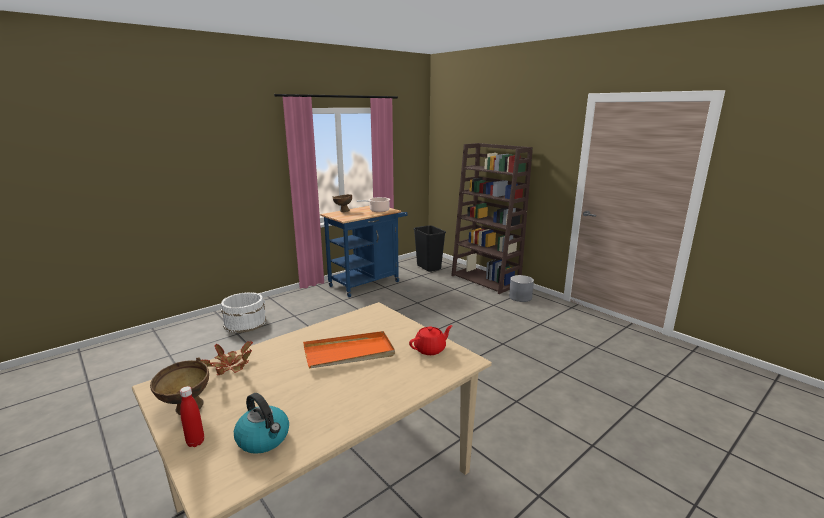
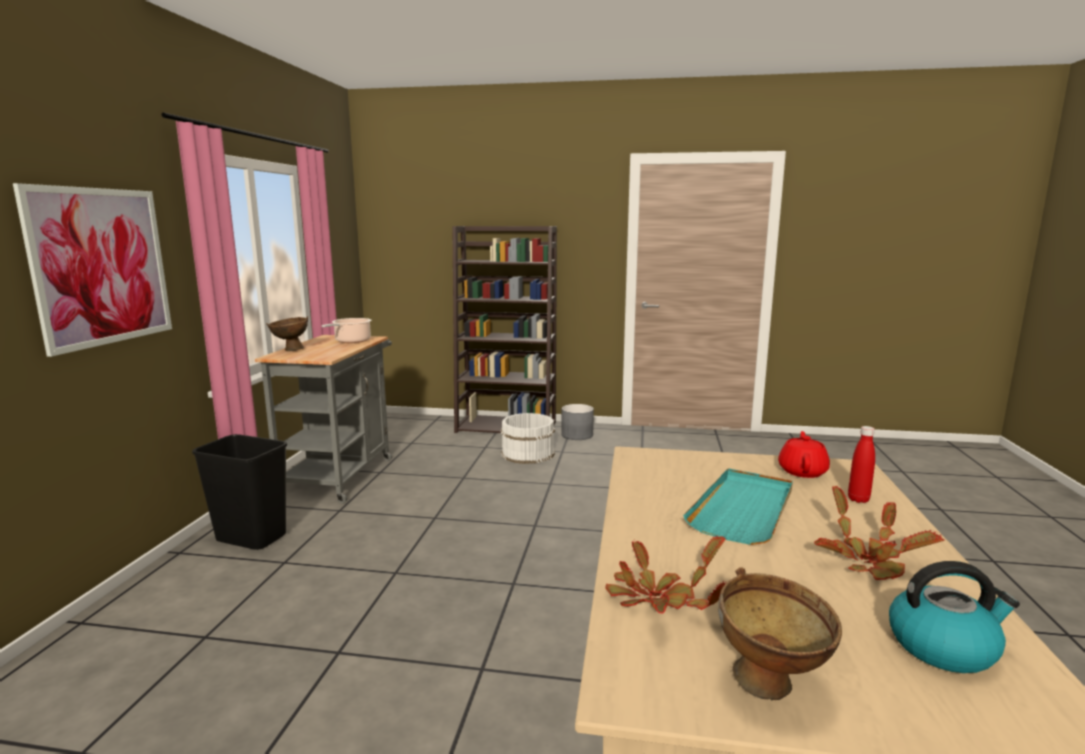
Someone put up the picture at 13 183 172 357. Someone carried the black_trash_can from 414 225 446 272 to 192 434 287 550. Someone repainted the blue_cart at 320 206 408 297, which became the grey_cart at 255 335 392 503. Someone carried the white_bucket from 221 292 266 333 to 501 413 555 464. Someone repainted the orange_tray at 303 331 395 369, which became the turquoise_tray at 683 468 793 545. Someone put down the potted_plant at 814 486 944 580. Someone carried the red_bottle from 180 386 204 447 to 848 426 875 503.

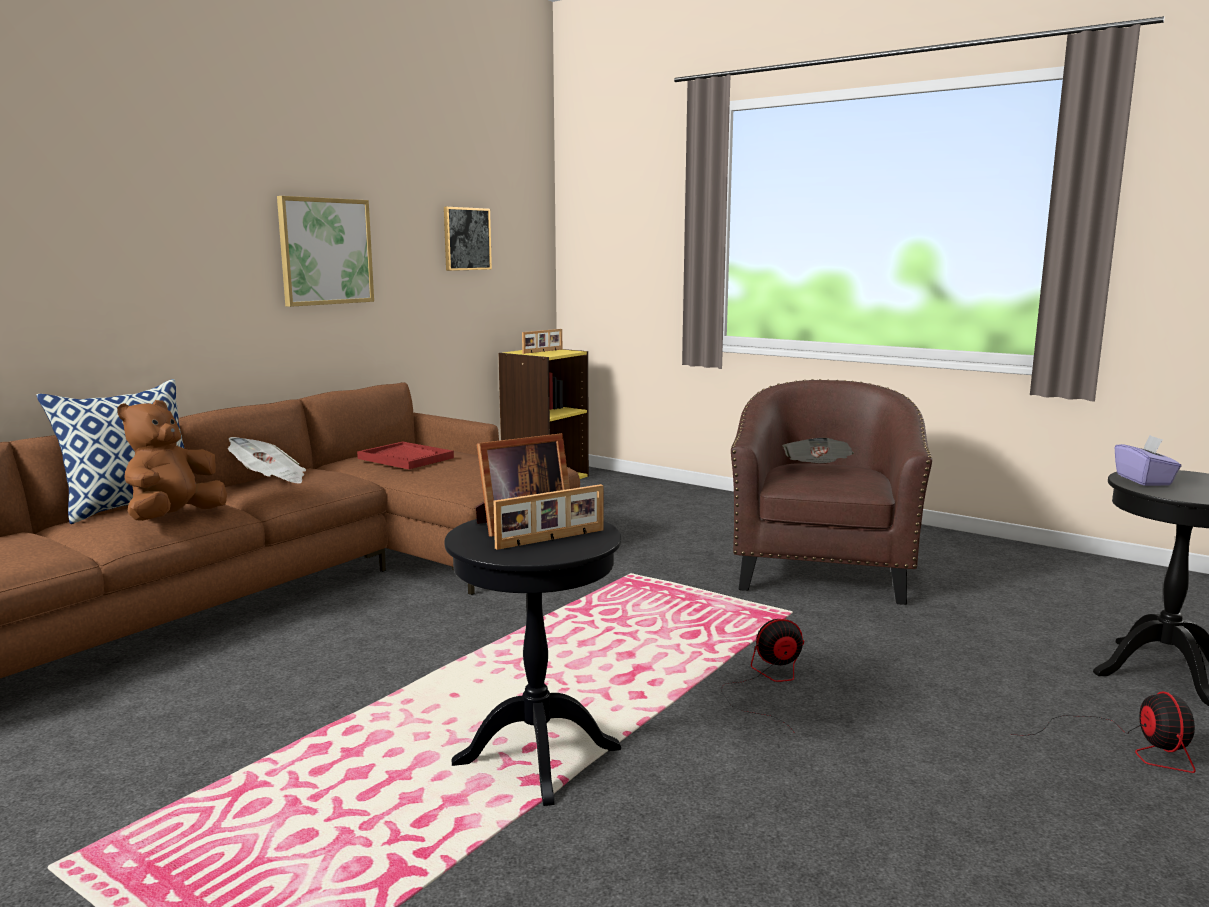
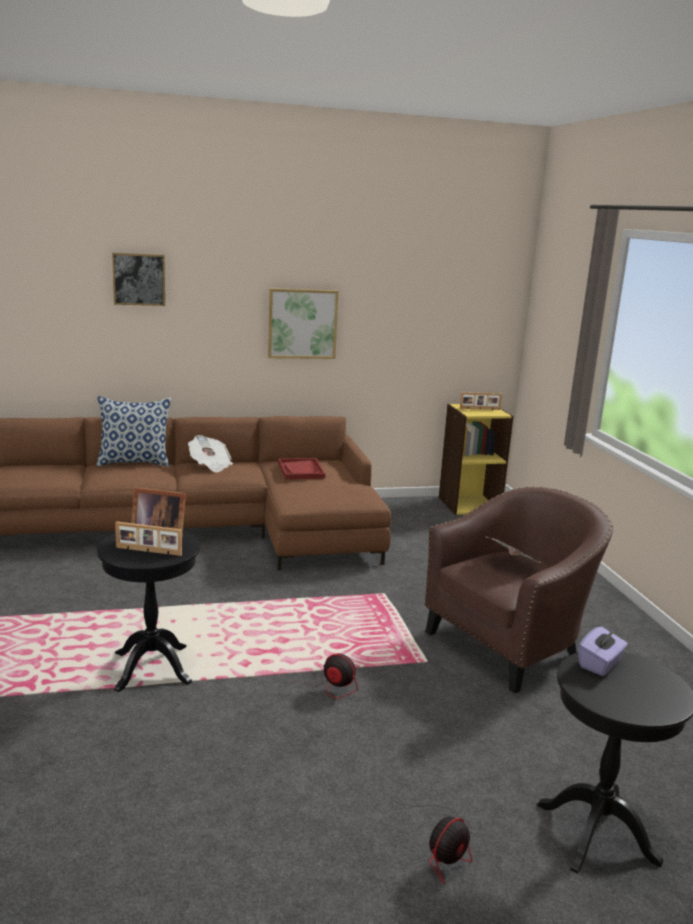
Someone carried the picture from 444 207 492 271 to 112 253 165 306. Someone took away the brown_plush_toy at 117 400 227 521.

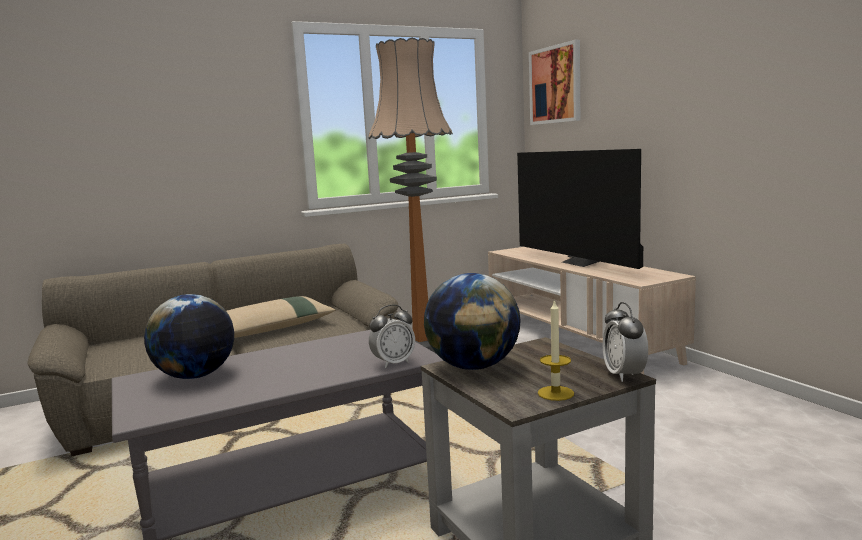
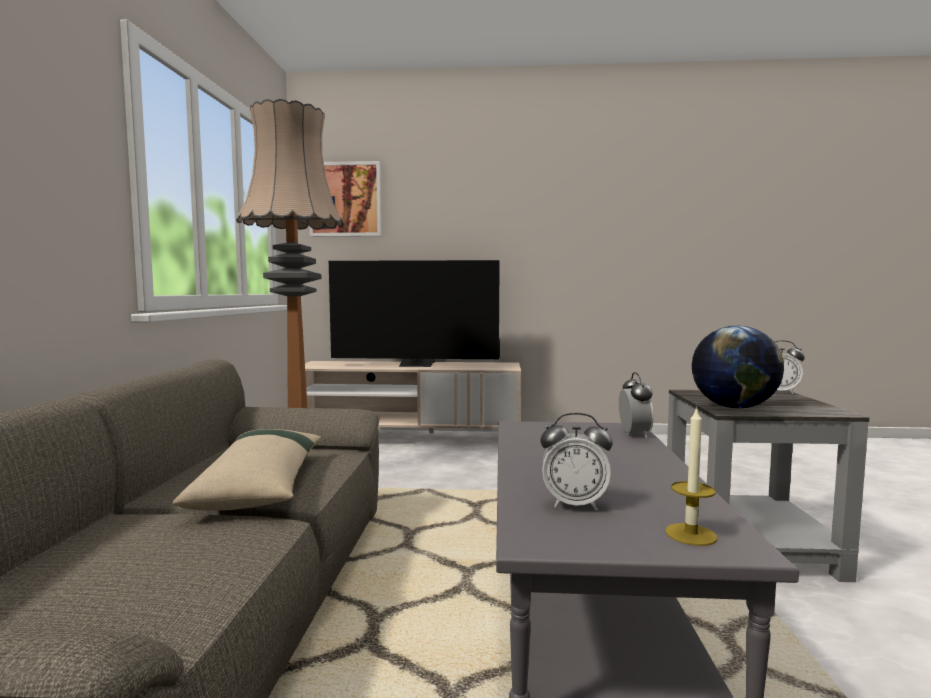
Someone swapped the globe at 144 294 234 379 for the alarm_clock at 540 413 613 510. Someone carried the candle from 538 299 574 401 to 665 406 717 546.

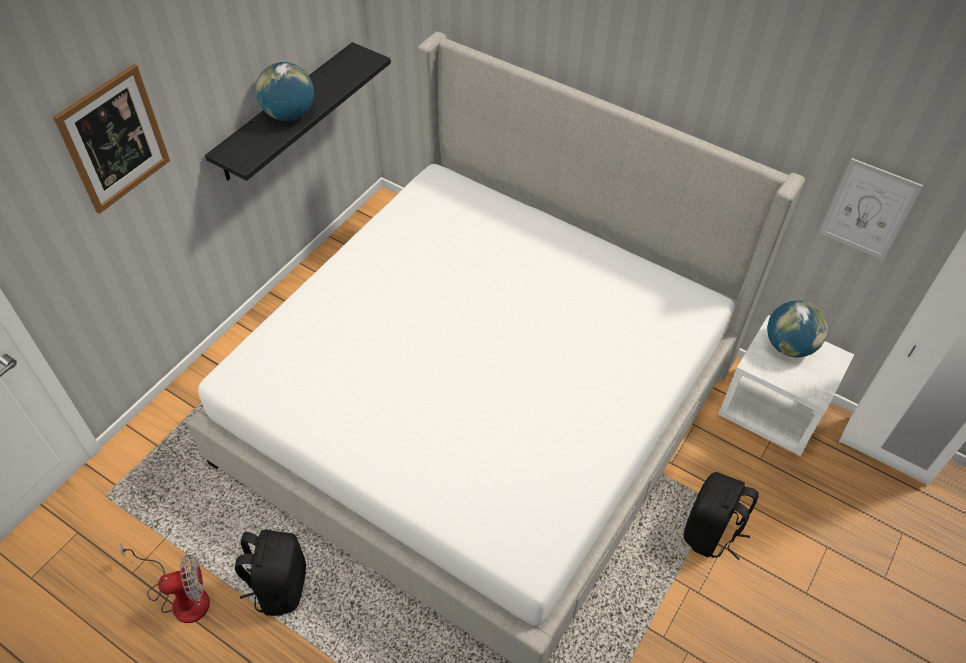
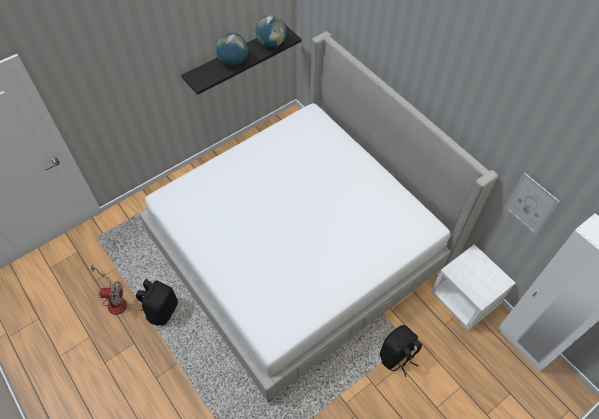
Someone carried the globe from 767 301 828 358 to 256 15 287 48. Someone took away the picture at 53 64 170 214.

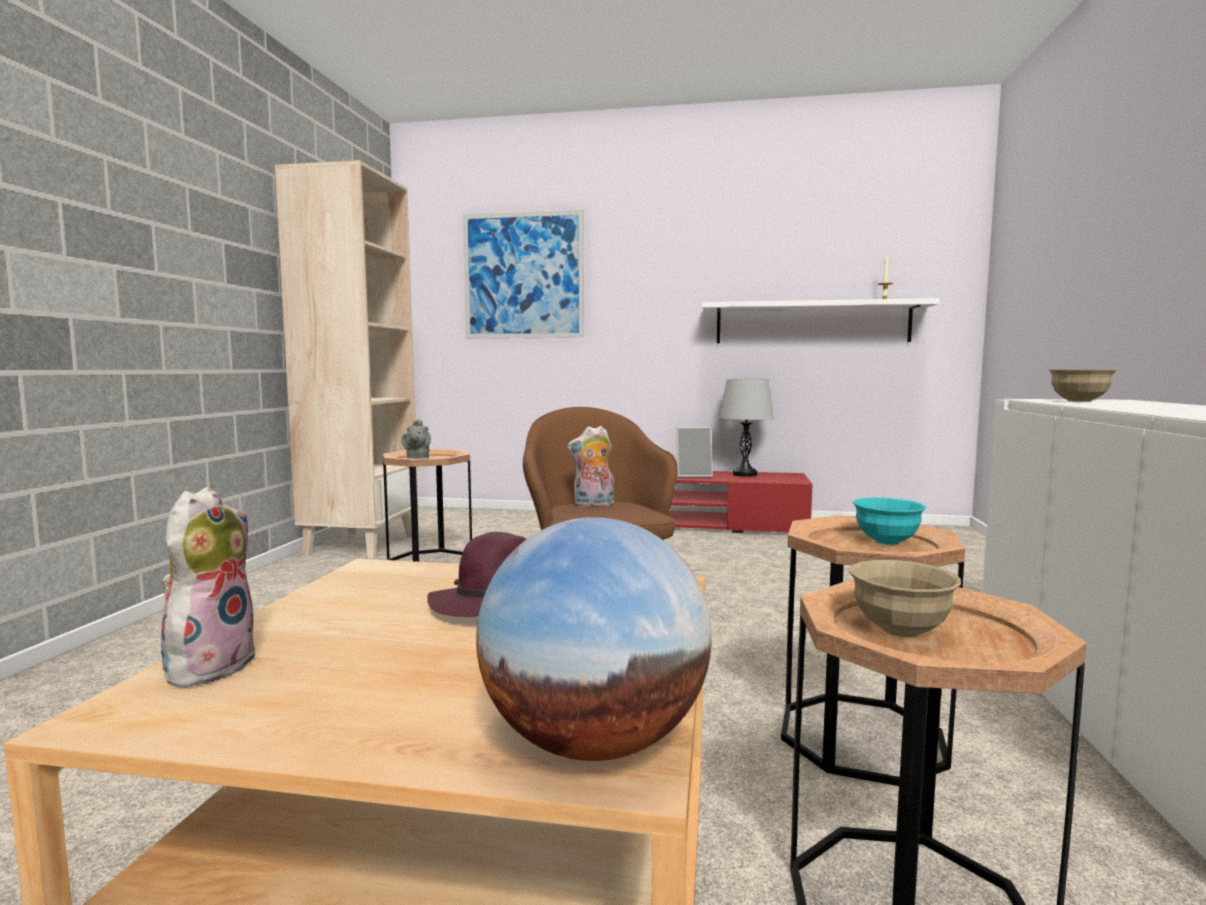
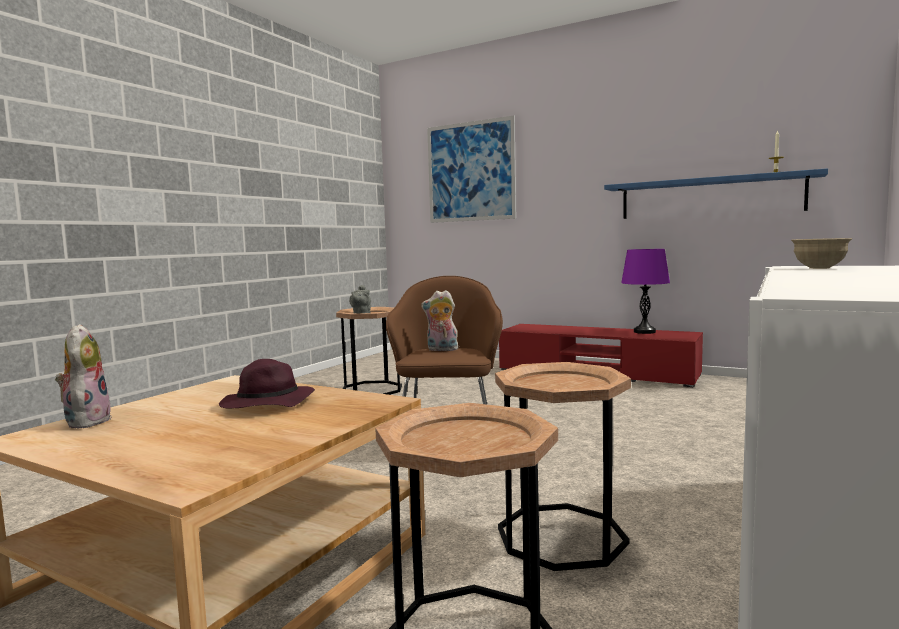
Someone rotated the plush_toy at 161 487 258 688 by 45 degrees counterclockwise. Someone repainted the white_shelf at 702 298 939 343, which became the blue_shelf at 604 168 828 219. Someone repainted the grey_table_lamp at 720 379 774 477, which became the purple_table_lamp at 621 249 670 334. Someone took away the beige_bookcase at 275 160 418 558. Someone took away the globe at 476 517 712 761. Someone took away the picture_frame at 676 427 713 477. Someone took away the beige_bowl at 849 560 961 637. Someone took away the turquoise_bowl at 852 498 927 545.

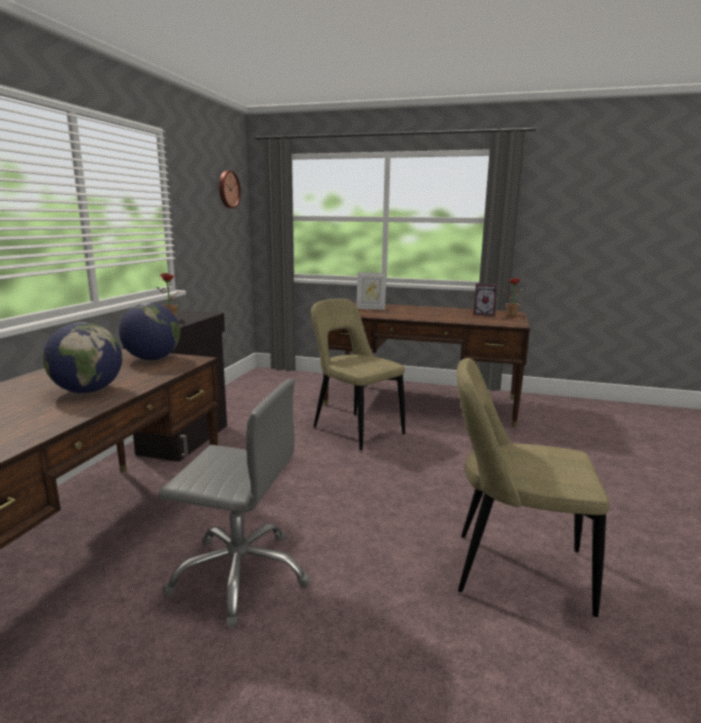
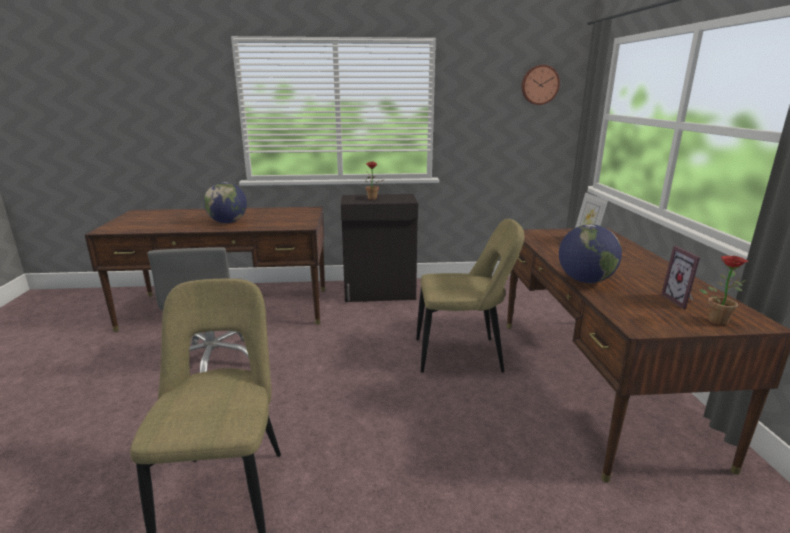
Someone rotated the beige_chair at 311 298 405 451 by 60 degrees clockwise. Someone carried the globe from 119 303 180 360 to 559 224 622 283.

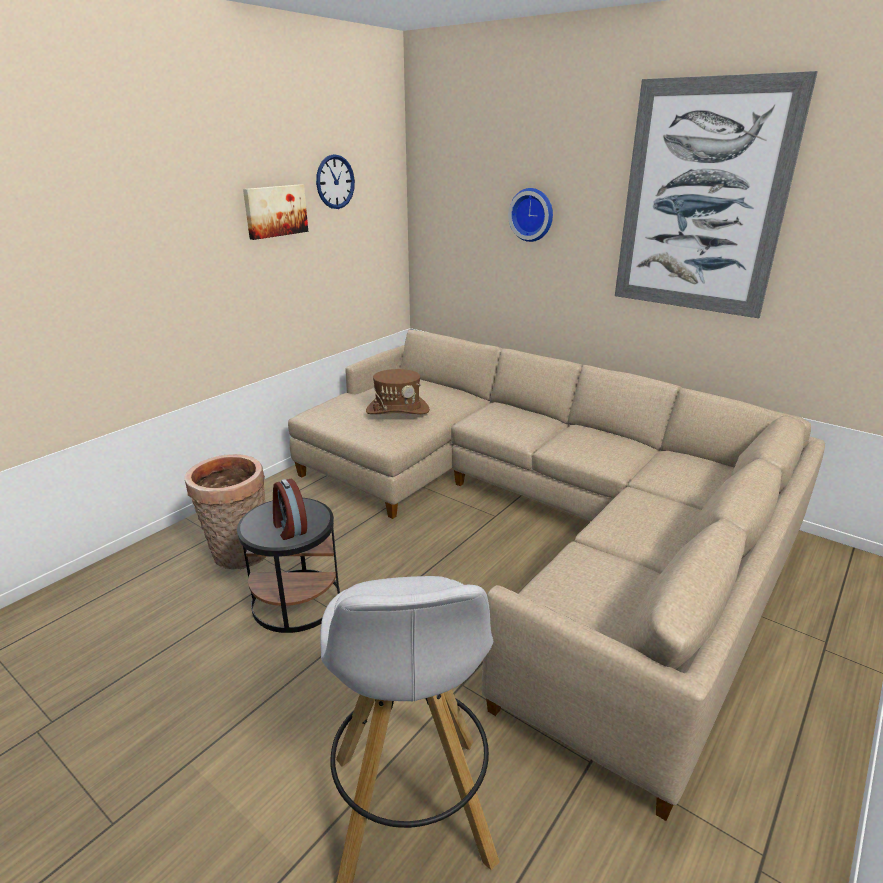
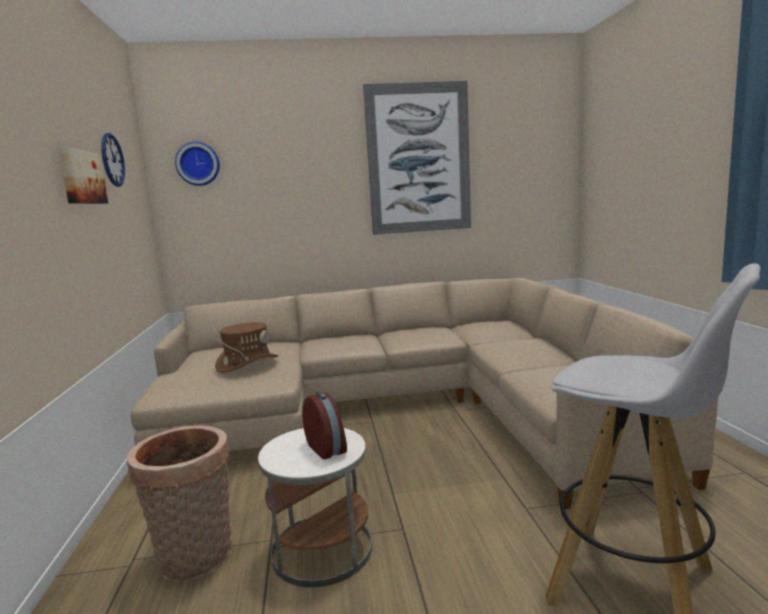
Someone carried the wall_clock from 508 188 553 242 to 175 142 220 186. Someone repainted the black_side_table at 237 498 340 633, which became the white_side_table at 258 428 372 587. Someone rotated the alarm_clock at 273 479 307 540 by 135 degrees counterclockwise.

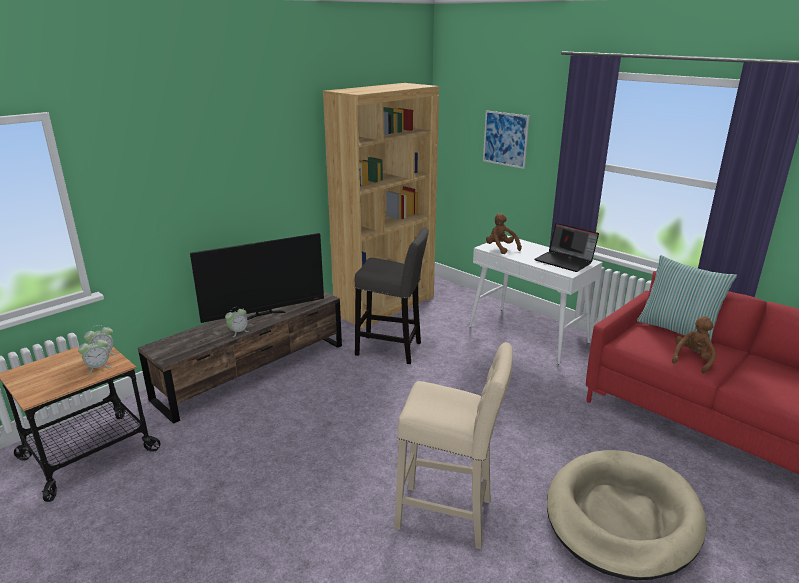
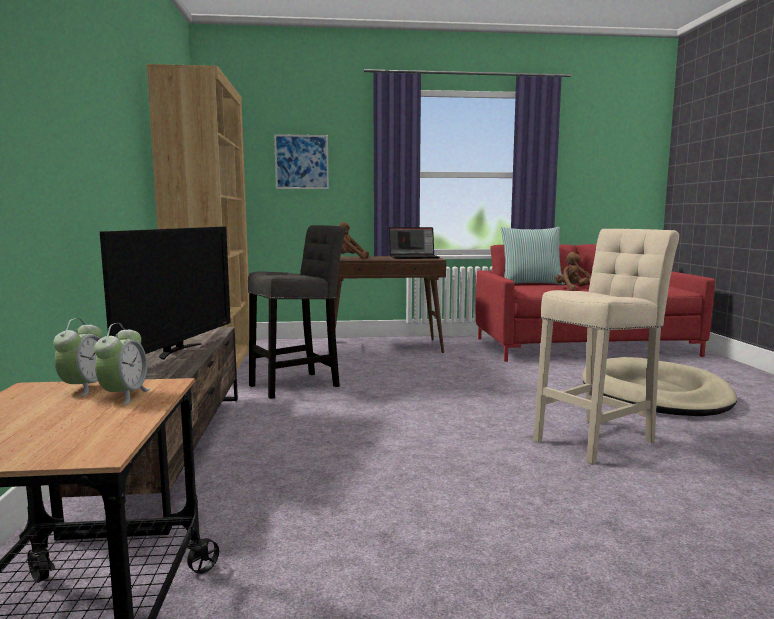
Someone repainted the white_console_table at 469 236 603 364, which became the brown_console_table at 334 256 446 353. Someone took away the alarm_clock at 225 307 249 337.

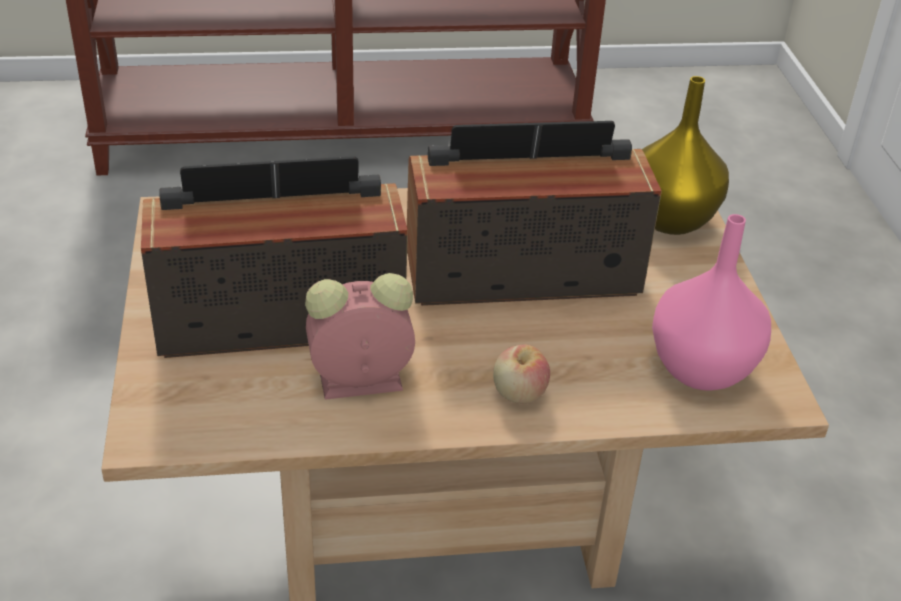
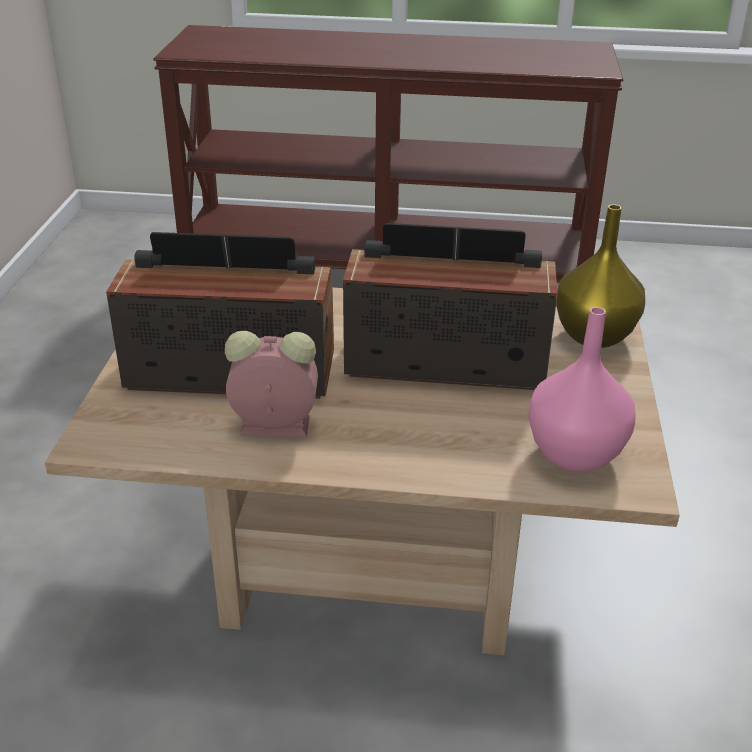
Someone took away the apple at 493 345 550 404.

